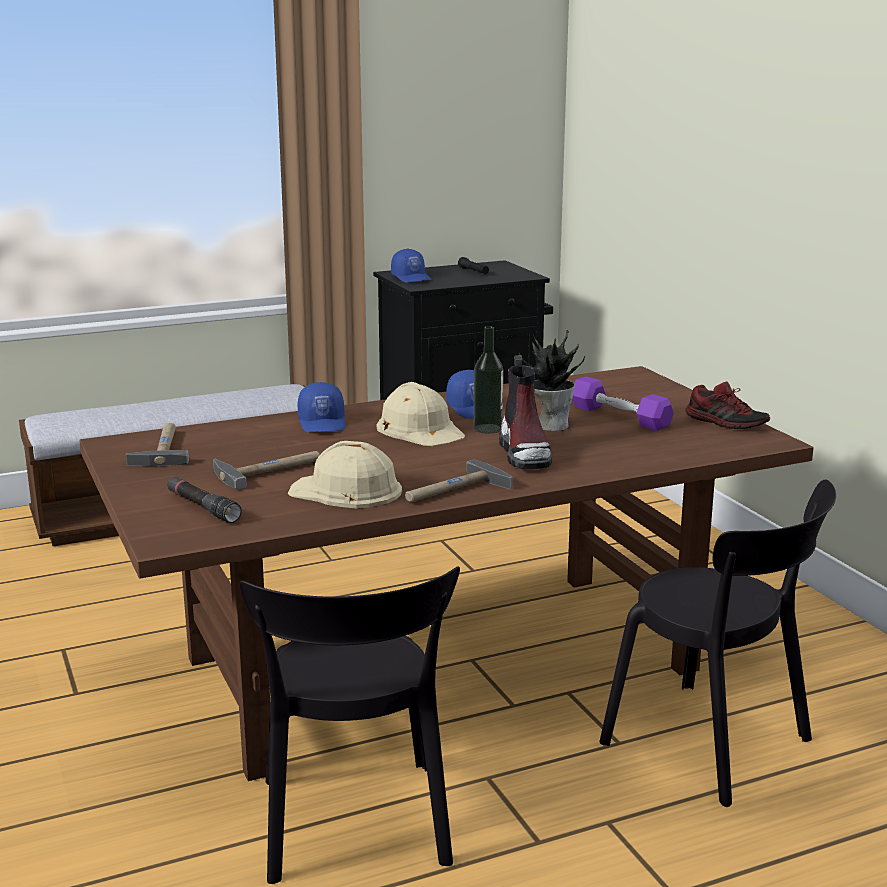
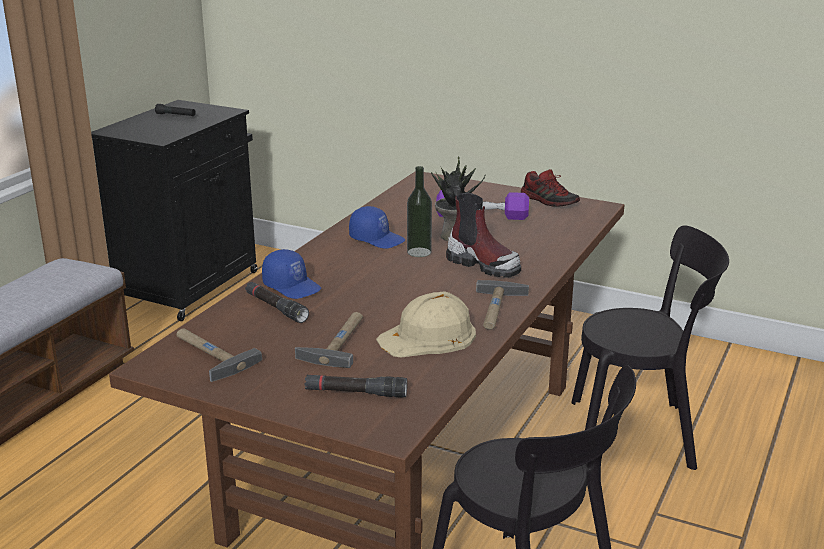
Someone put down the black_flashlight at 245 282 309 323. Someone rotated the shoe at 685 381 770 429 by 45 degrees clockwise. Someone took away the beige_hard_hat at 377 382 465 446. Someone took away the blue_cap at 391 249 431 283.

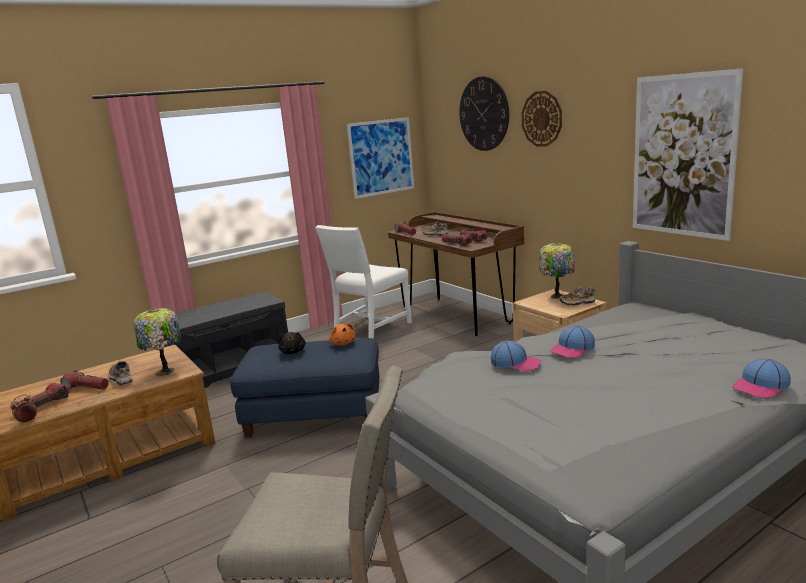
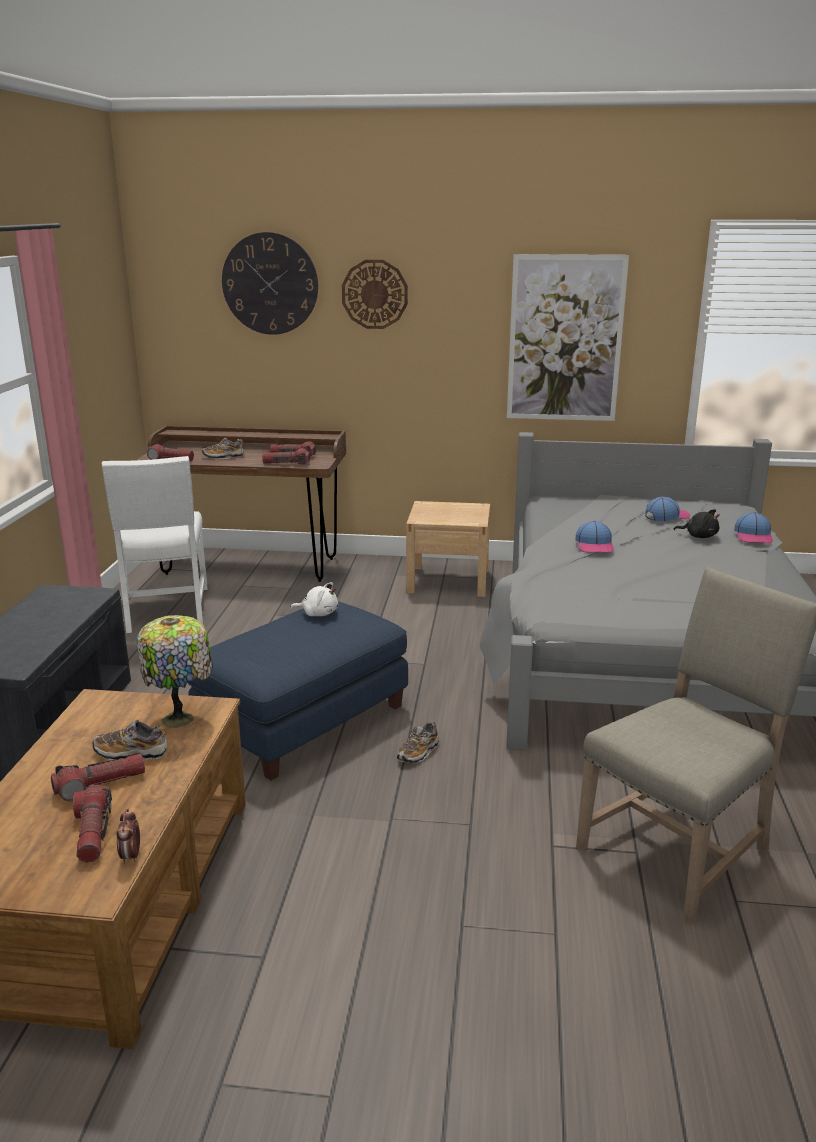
Someone repainted the orange_plush_toy at 329 323 355 346, which became the white_plush_toy at 290 582 338 616. Someone carried the shoe from 559 287 595 306 to 397 721 439 763. Someone carried the cap from 491 341 542 372 to 645 497 690 521. Someone carried the black_plush_toy from 278 332 306 354 to 673 509 720 538. Someone took away the picture at 347 117 414 199. Someone took away the table_lamp at 539 243 575 299.

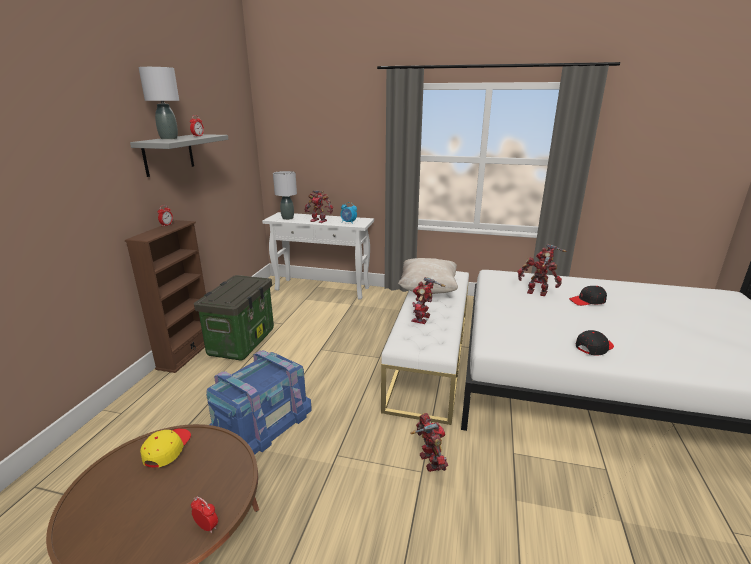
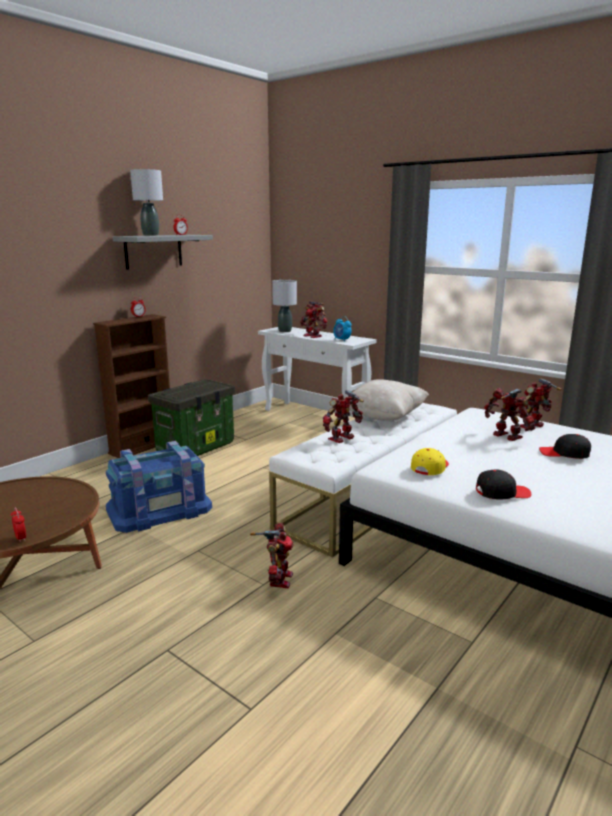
Someone carried the yellow_cap from 140 428 191 468 to 411 448 449 475.

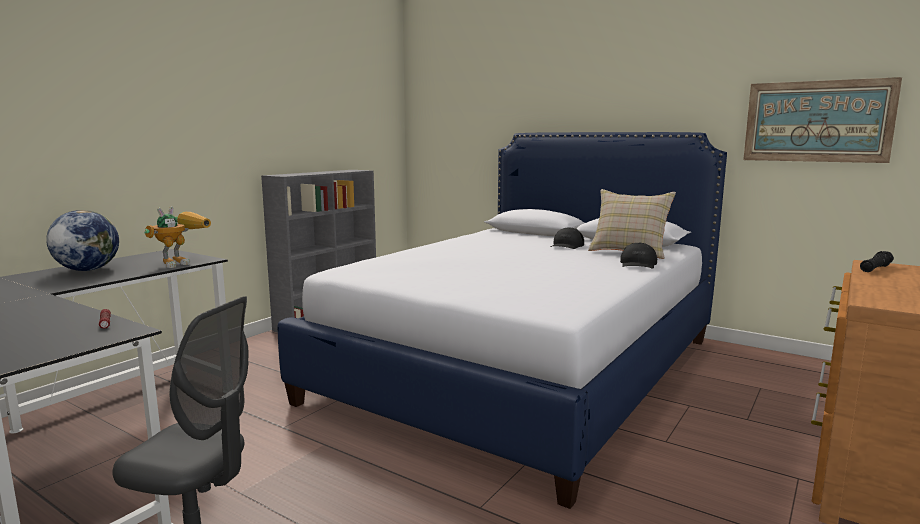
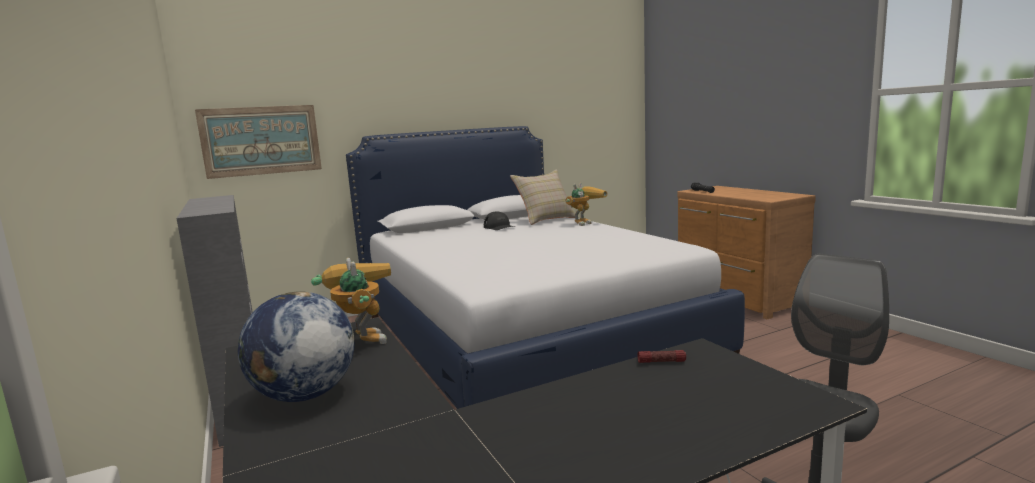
Someone carried the picture from 743 77 902 163 to 195 105 322 179. Someone swapped the black_cap at 620 243 657 269 for the toy_robot at 565 183 608 226.

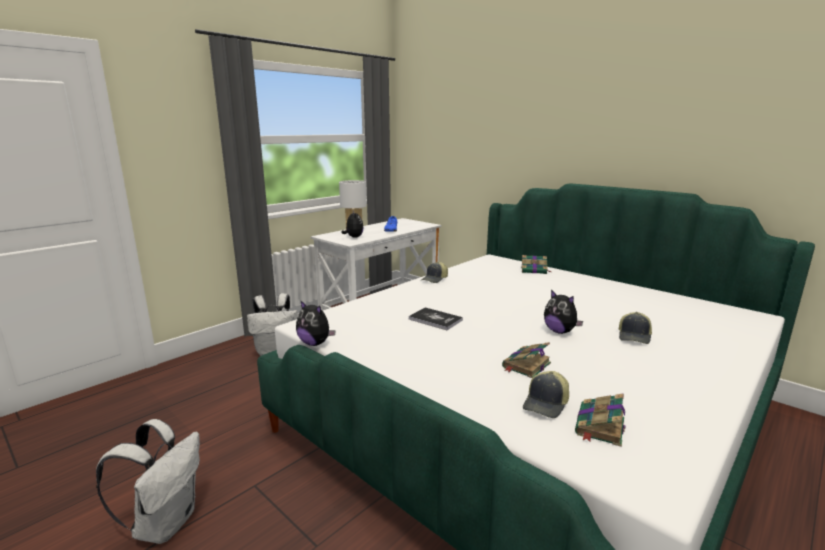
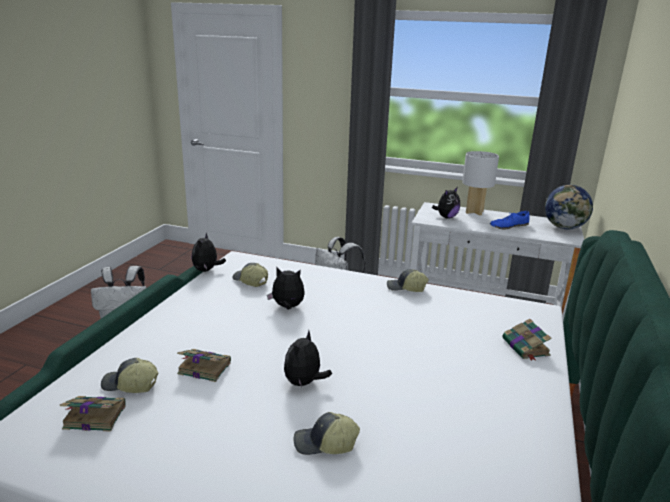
Someone put down the cap at 233 263 268 287. Someone swapped the book at 409 308 463 330 for the plush_toy at 267 268 305 310. Someone put down the globe at 545 185 593 229.

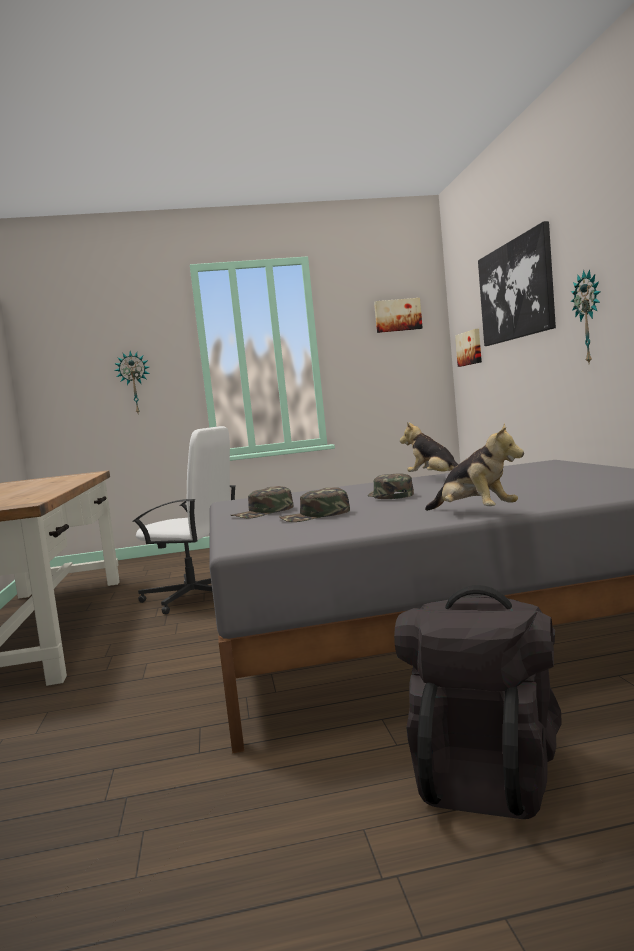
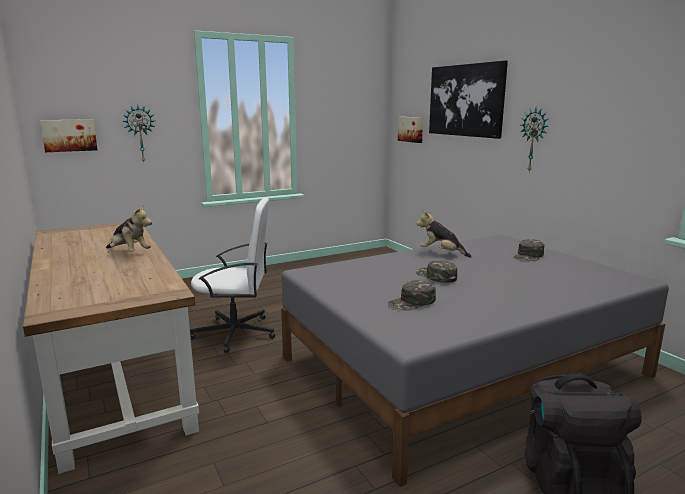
Someone carried the picture from 374 298 423 333 to 40 119 98 152. Someone carried the plush_toy from 425 423 524 511 to 106 205 152 252. Someone carried the green_cap from 231 486 293 518 to 514 239 544 261.

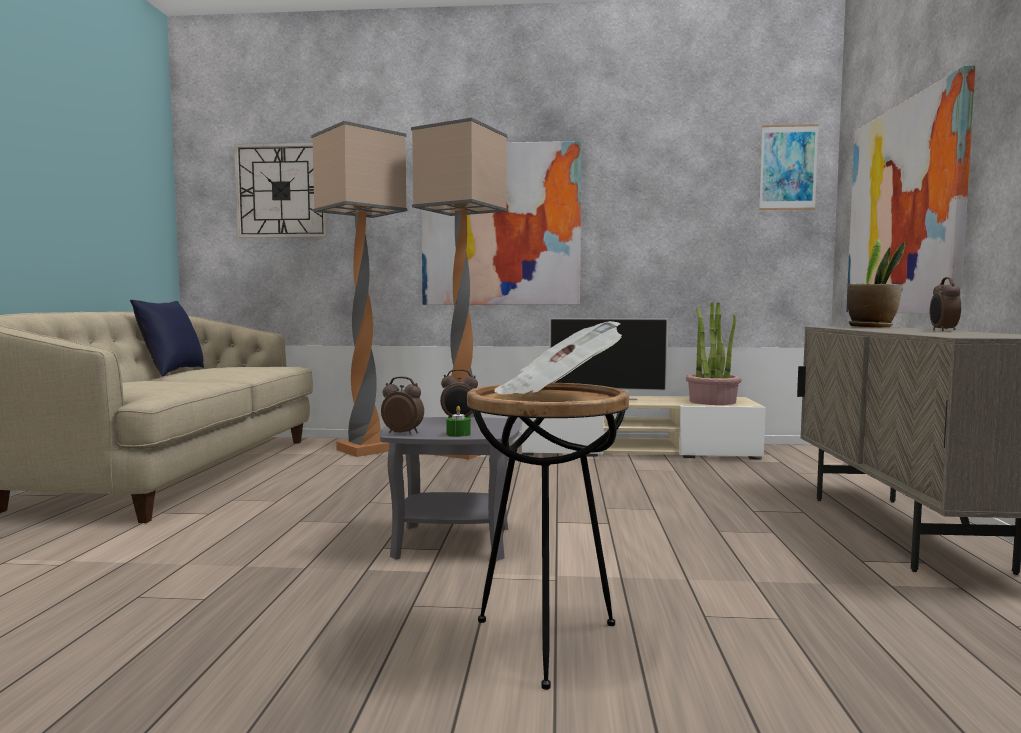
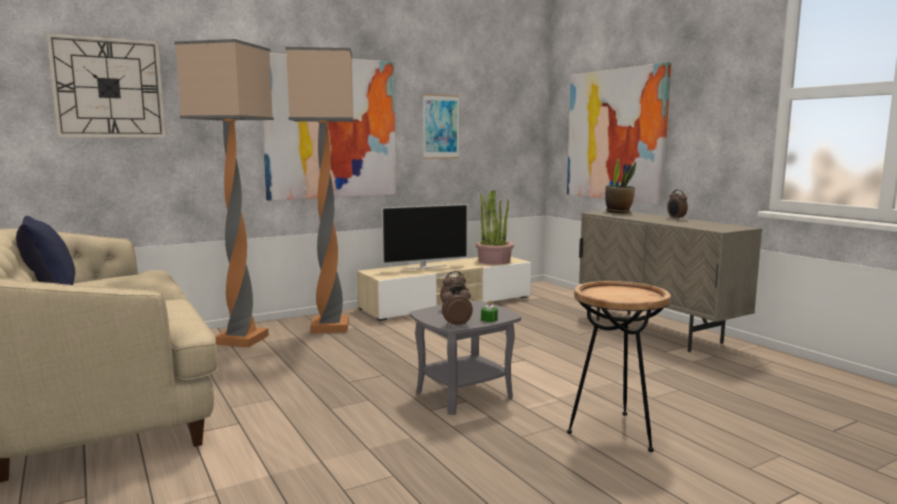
Someone carried the picture from 759 124 819 210 to 423 94 459 159. Someone took away the newspaper at 494 321 622 394.

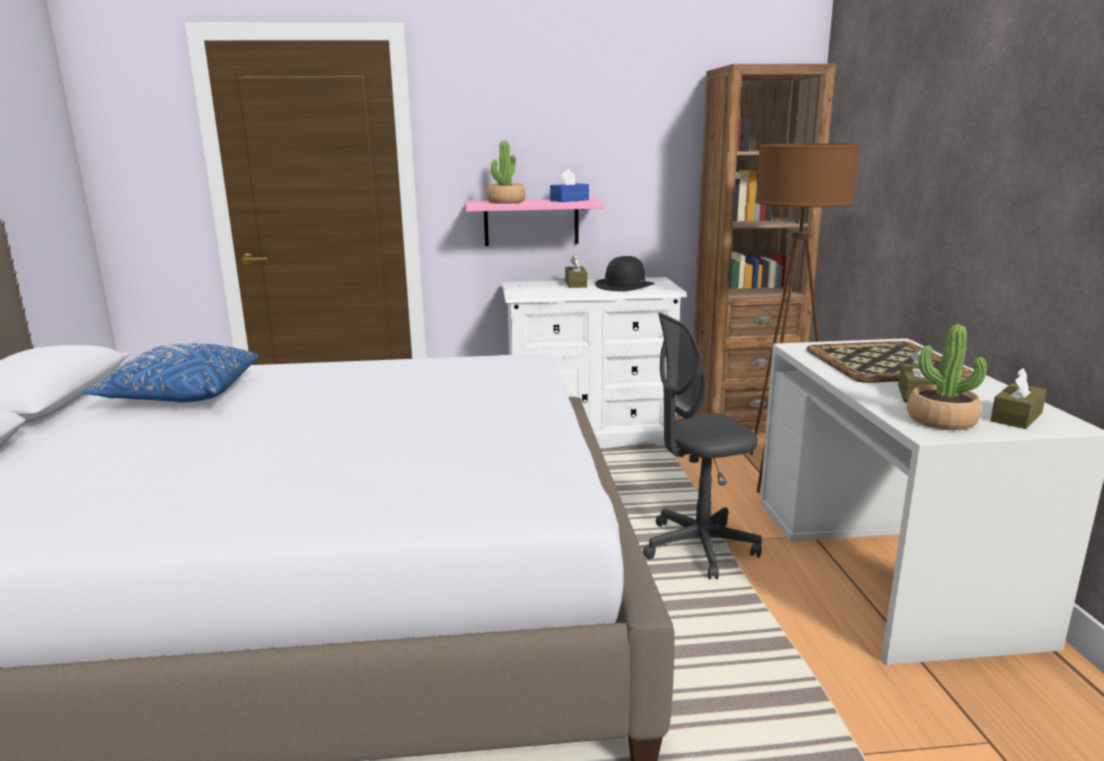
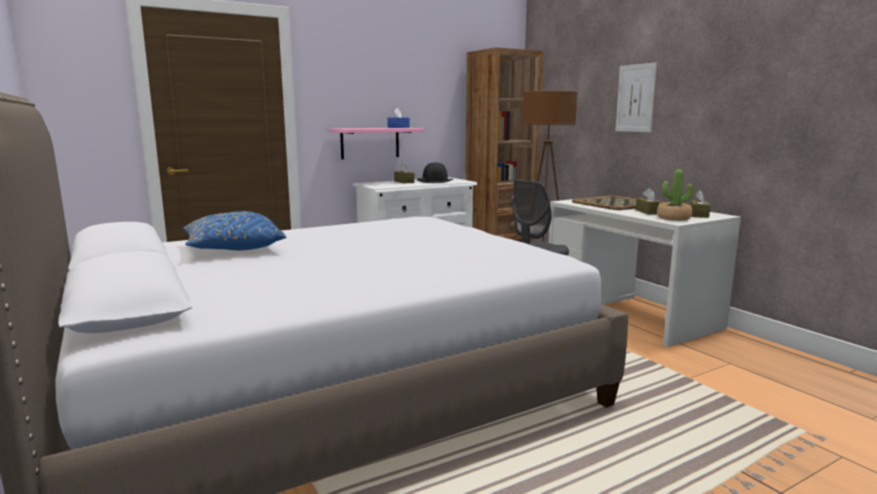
Someone put up the picture at 615 62 657 132. Someone took away the potted_plant at 486 141 526 204.

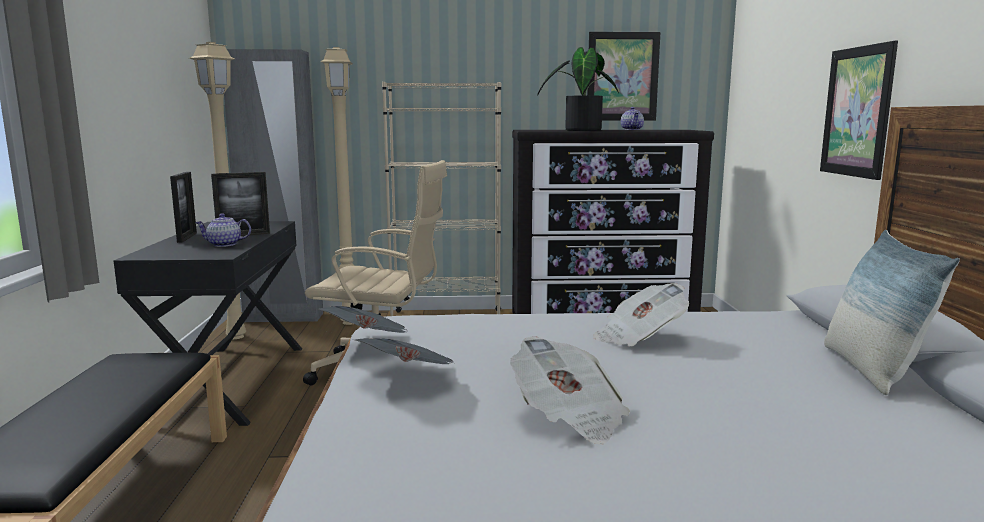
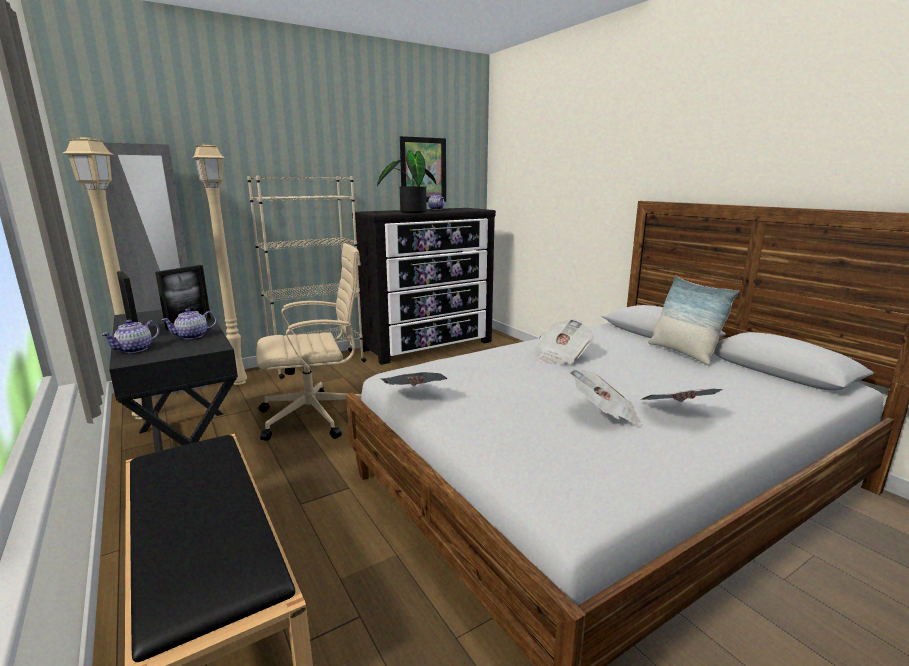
Someone put down the teapot at 101 320 160 353. Someone carried the newspaper from 355 338 453 364 to 640 389 723 402. Someone took away the picture at 820 41 898 180.

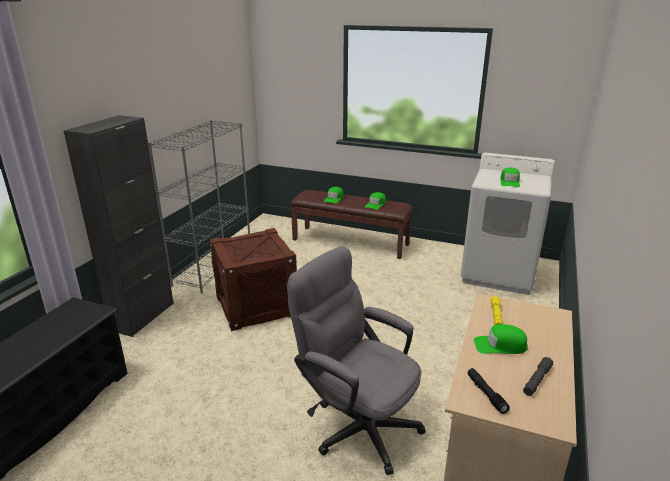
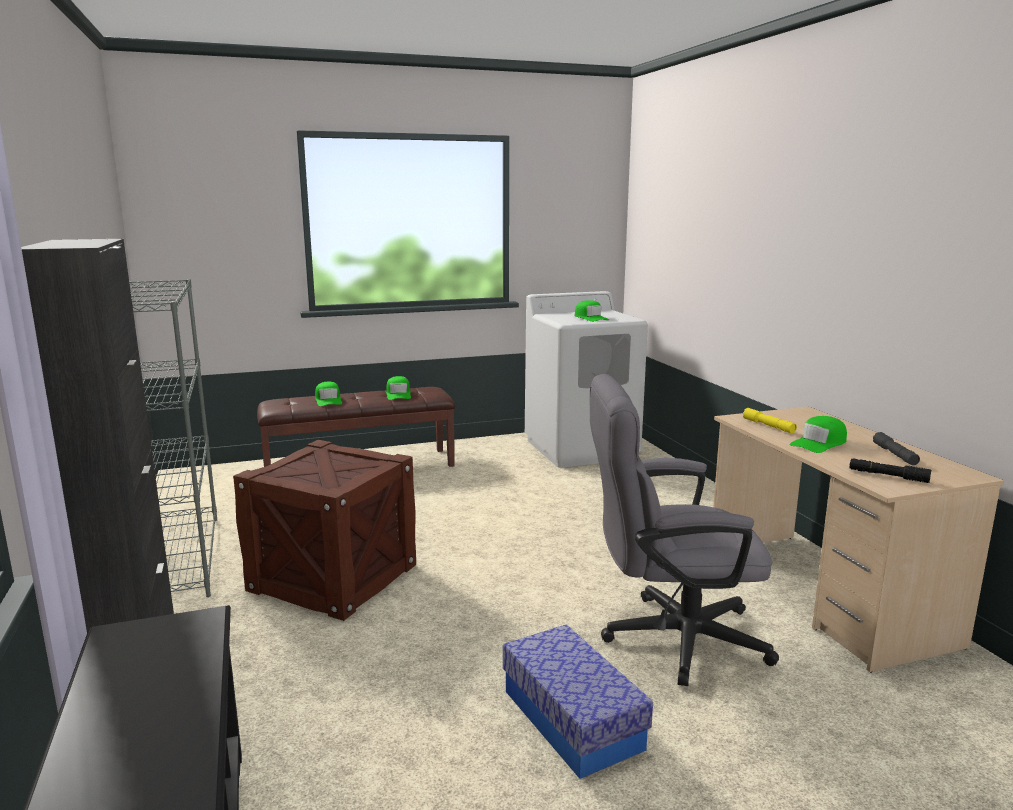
Someone put down the storage_box at 503 624 653 779.

